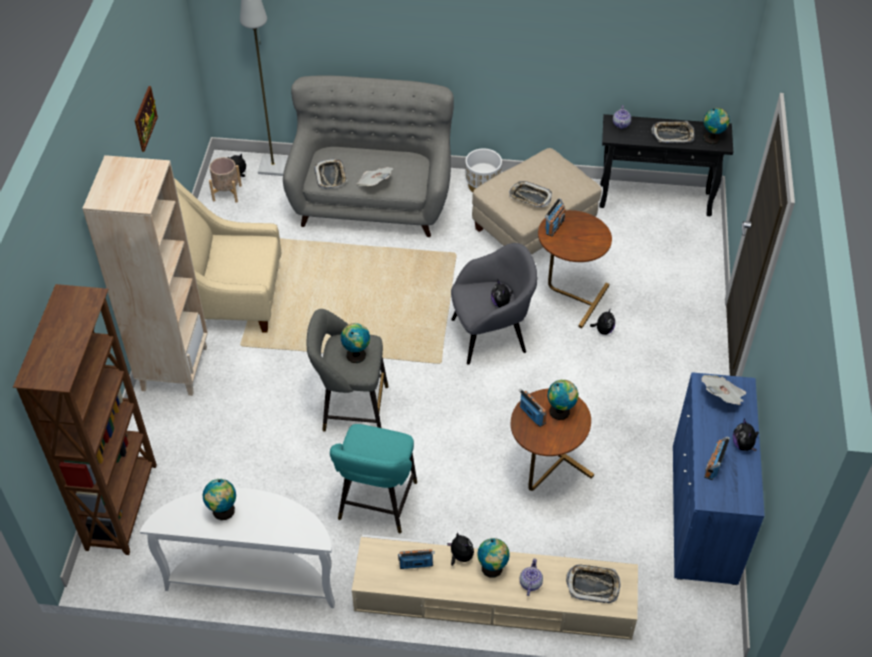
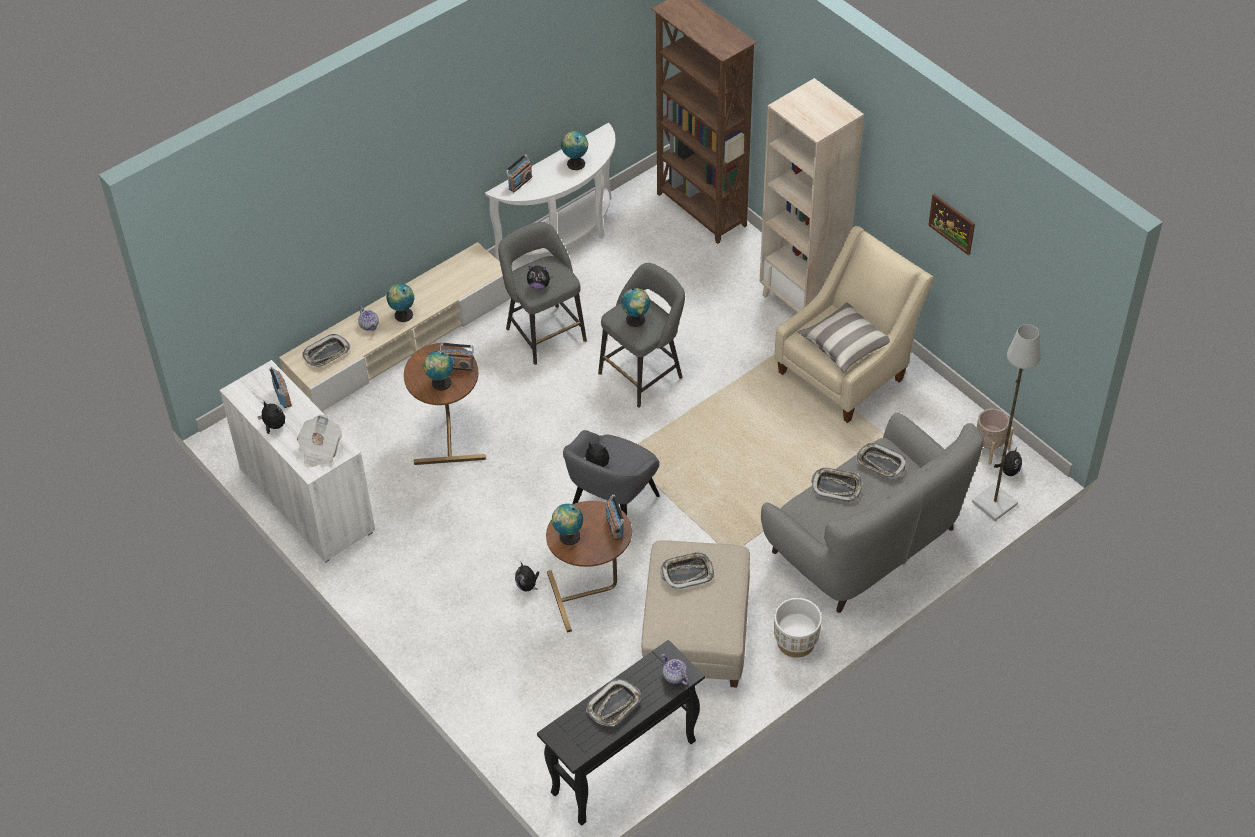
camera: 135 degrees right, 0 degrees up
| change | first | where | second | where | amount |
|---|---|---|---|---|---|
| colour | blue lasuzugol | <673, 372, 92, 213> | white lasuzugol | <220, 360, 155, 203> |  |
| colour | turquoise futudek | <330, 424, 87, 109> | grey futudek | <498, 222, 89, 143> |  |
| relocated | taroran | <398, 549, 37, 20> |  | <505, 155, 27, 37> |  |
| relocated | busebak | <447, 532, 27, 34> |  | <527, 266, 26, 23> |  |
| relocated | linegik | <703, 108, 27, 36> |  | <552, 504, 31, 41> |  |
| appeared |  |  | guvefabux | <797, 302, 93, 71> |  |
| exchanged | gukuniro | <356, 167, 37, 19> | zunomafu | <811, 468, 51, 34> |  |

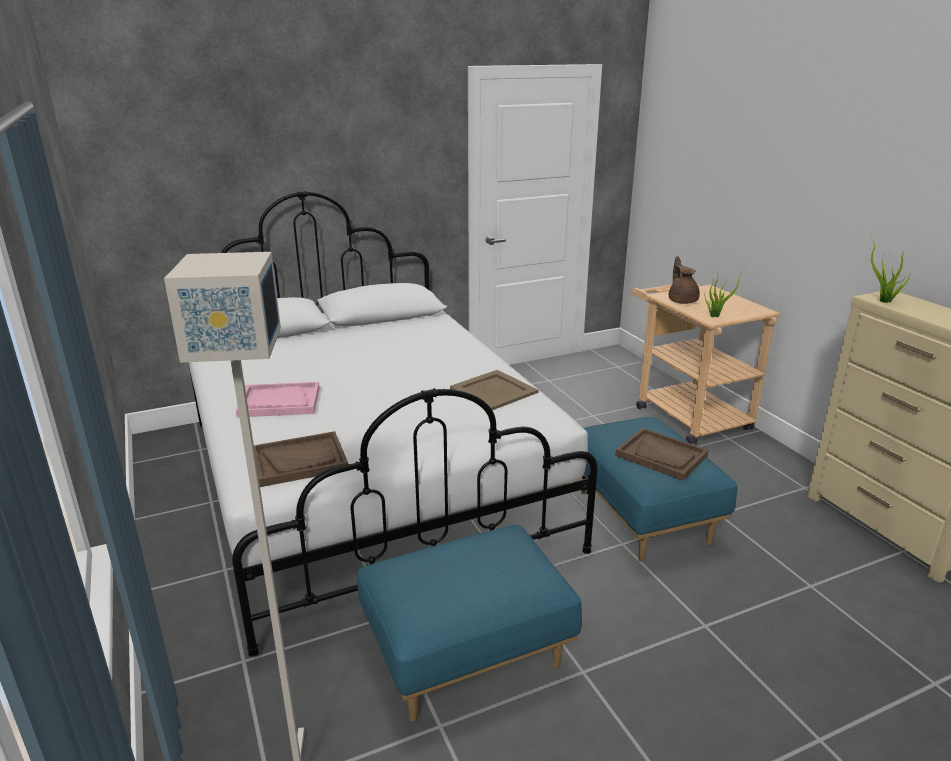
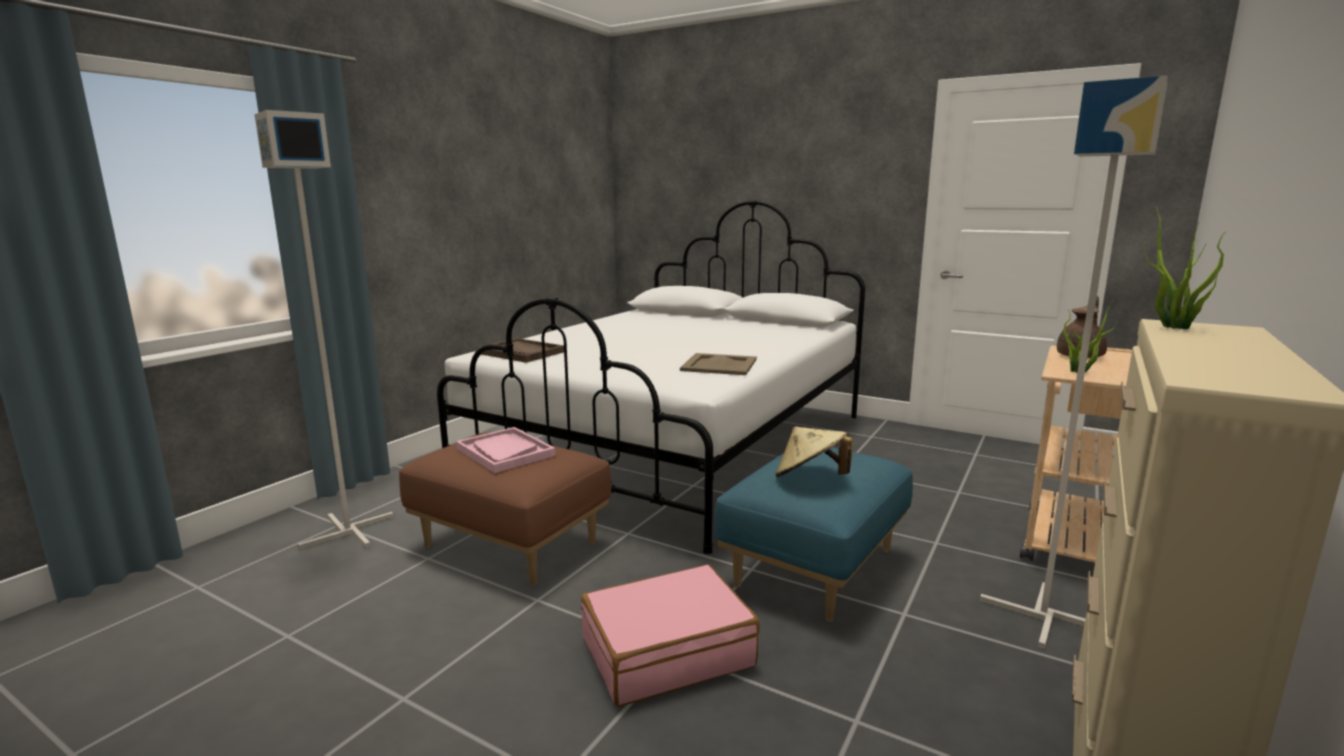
camera: 55 degrees right, 10 degrees down
| change | first | where | second | where | amount |
|---|---|---|---|---|---|
| colour | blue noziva | <357, 525, 225, 196> | brown noziva | <399, 432, 213, 155> |  |
| relocated | pink zunomafu | <236, 382, 84, 35> |  | <456, 427, 100, 46> |  |
| appeared |  |  | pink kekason | <581, 564, 179, 143> |  |
| exchanged | brown zunomafu | <615, 428, 94, 53> | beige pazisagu | <775, 427, 78, 50> |  |
| appeared |  |  | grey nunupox | <980, 75, 188, 574> |  |

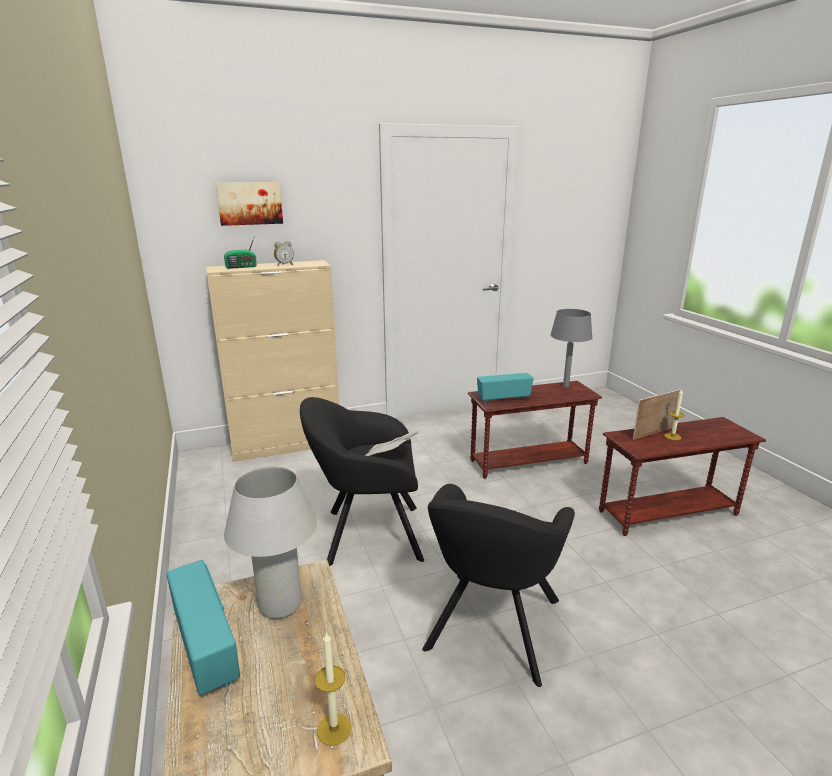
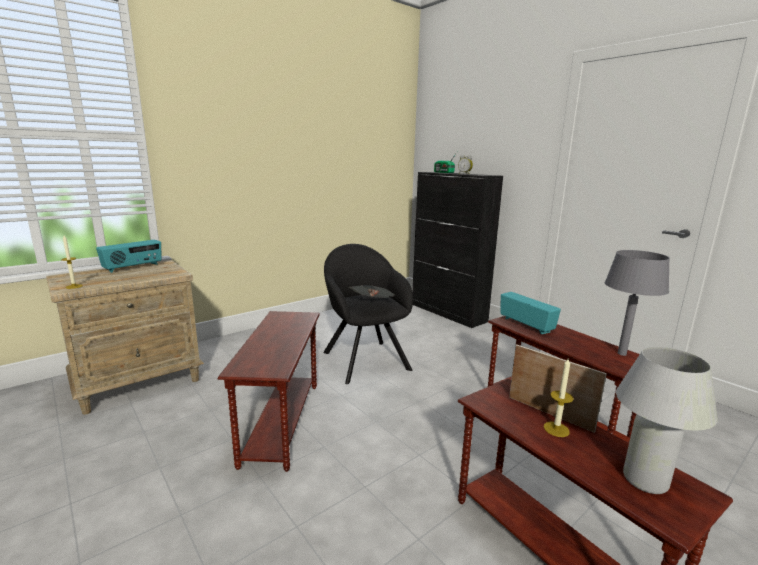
camera: 70 degrees right, 5 degrees down
| change | first | where | second | where | amount |
|---|---|---|---|---|---|
| exchanged | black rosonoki | <423, 484, 152, 203> | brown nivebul | <218, 311, 102, 161> |  |
| colour | beige lasuzugol | <206, 260, 133, 202> | black lasuzugol | <412, 172, 91, 156> |  |
| relocated | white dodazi | <224, 467, 93, 152> |  | <616, 347, 101, 147> |  |
| missing | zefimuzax | <216, 182, 67, 44> |  |  |  |

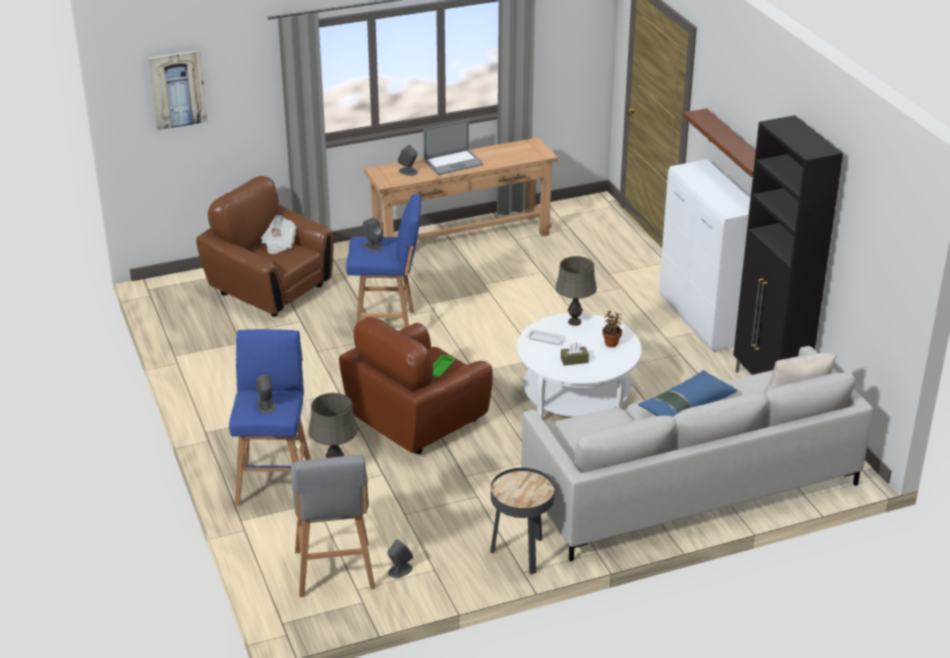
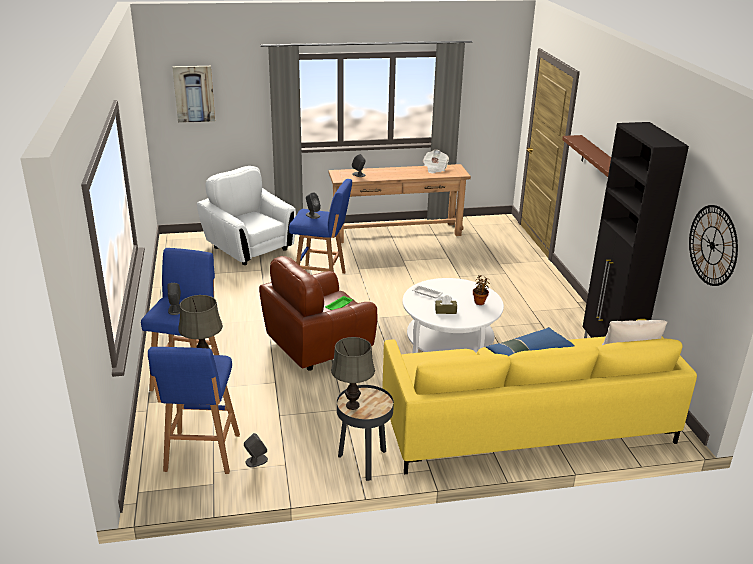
camera: 10 degrees right, 5 degrees down
| change | first | where | second | where | amount |
|---|---|---|---|---|---|
| colour | grey futudek | <291, 455, 84, 142> | blue futudek | <148, 347, 92, 127> |  |
| colour | brown rosonoki | <196, 176, 137, 141> | white rosonoki | <197, 166, 99, 99> |  |
| relocated | grey dodazi | <555, 256, 42, 70> |  | <331, 337, 44, 73> |  |
| colour | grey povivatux | <521, 346, 352, 216> | yellow povivatux | <382, 319, 315, 155> |  |
| relocated | gukuniro | <261, 215, 35, 39> |  | <423, 150, 26, 23> |  |
| appeared |  |  | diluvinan | <689, 205, 49, 81> |  |
| missing | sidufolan | <423, 120, 60, 55> |  |  |  |
| missing | white lasuzugol | <659, 159, 91, 193> |  |  |  |

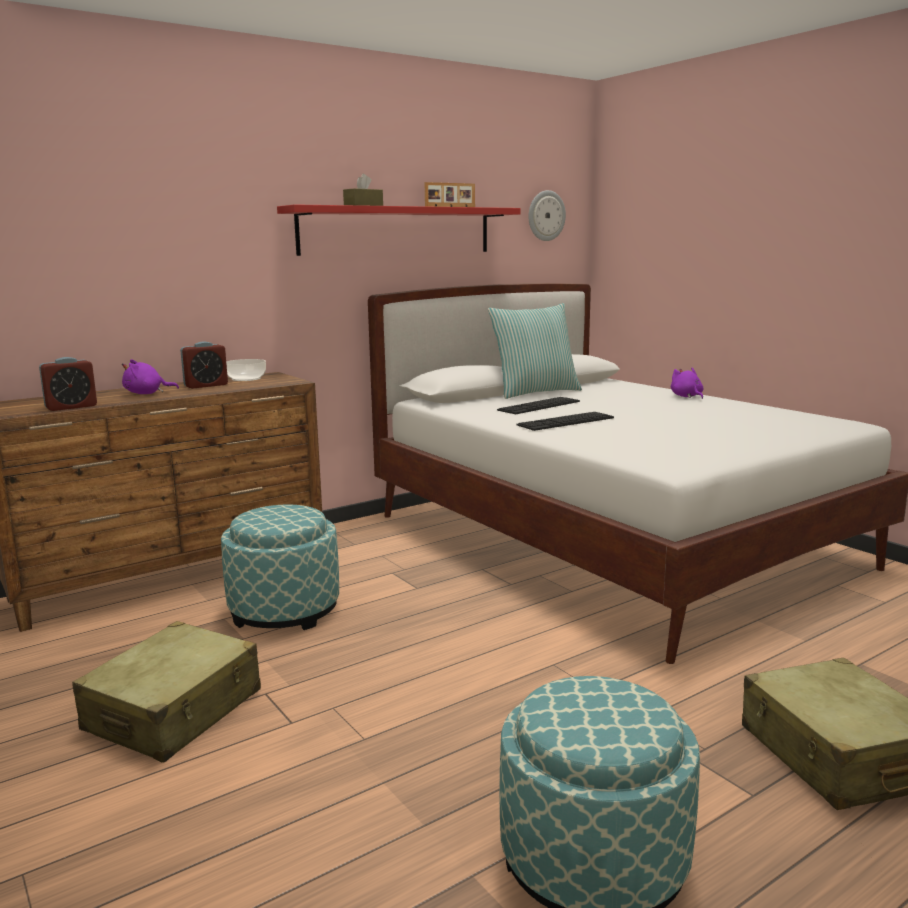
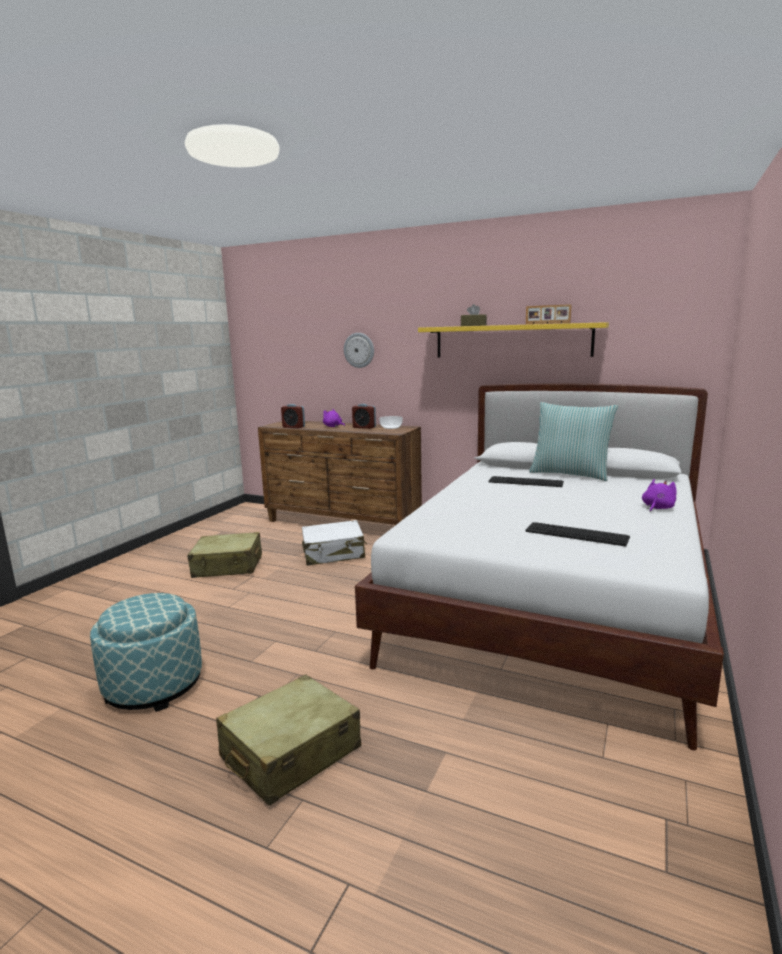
camera: 60 degrees right, 0 degrees up
| change | first | where | second | where | amount |
|---|---|---|---|---|---|
| exchanged | noziva | <221, 505, 118, 125> | white kekason | <302, 520, 65, 46> |  |
| relocated | diluvinan | <528, 190, 38, 51> |  | <344, 333, 30, 35> |  |
| colour | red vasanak | <277, 204, 244, 52> | yellow vasanak | <418, 322, 191, 35> |  |
| relocated | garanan | <516, 412, 98, 19> |  | <525, 522, 105, 24> |  |

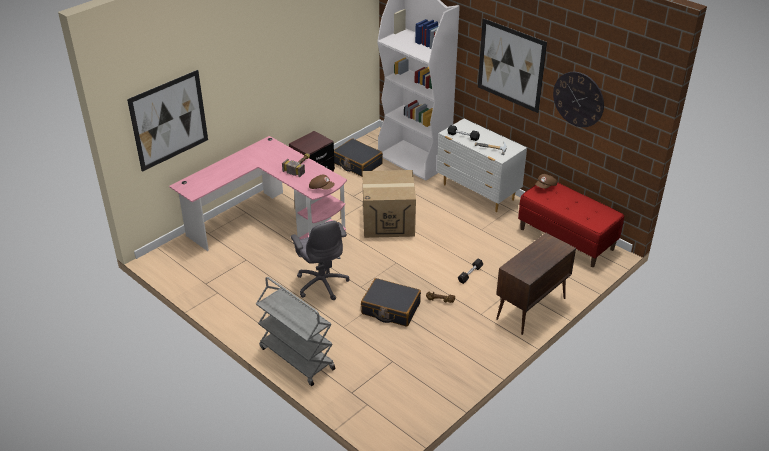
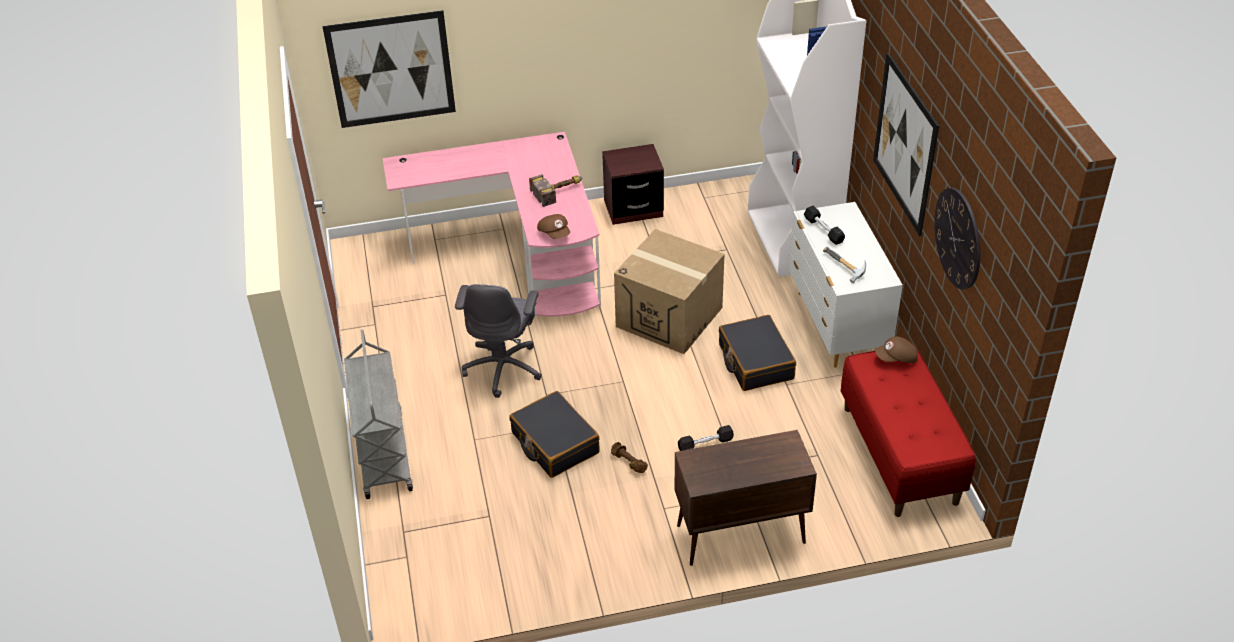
camera: 35 degrees right, 5 degrees up
| change | first | where | second | where | amount |
|---|---|---|---|---|---|
| relocated | black kekason | <334, 139, 49, 38> |  | <719, 315, 77, 76> |  |

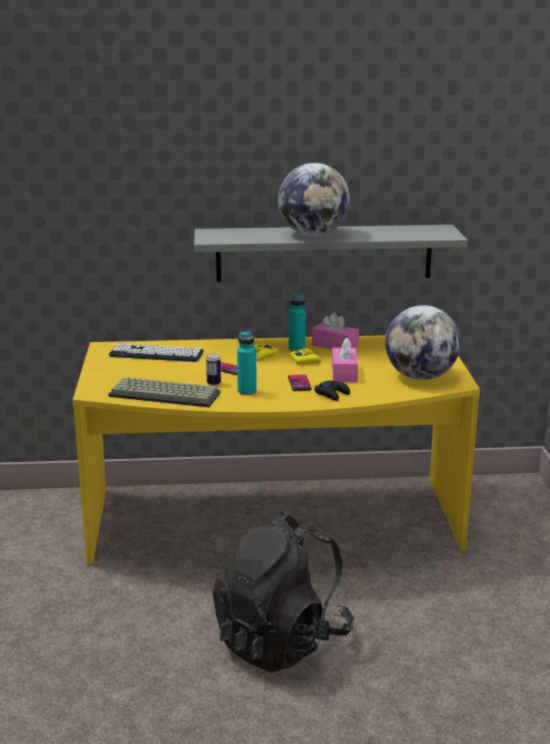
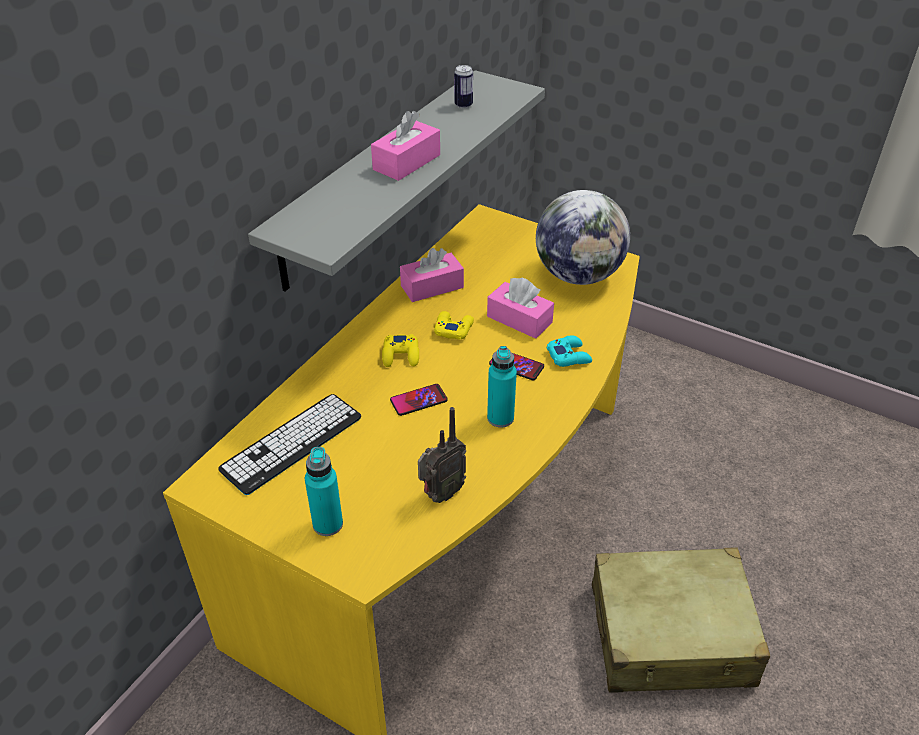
camera: 55 degrees left, 20 degrees up
| change | first | where | second | where | amount |
|---|---|---|---|---|---|
| relocated | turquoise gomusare | <289, 293, 17, 58> |  | <305, 447, 38, 89> |  |
| exchanged | linegik | <278, 163, 72, 73> | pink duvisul | <371, 111, 69, 70> |  |
| exchanged | garanan | <108, 377, 113, 30> | taroran | <418, 407, 48, 96> |  |
| relocated | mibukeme | <206, 354, 15, 32> |  | <454, 65, 19, 43> |  |
| colour | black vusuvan | <314, 380, 36, 21> | turquoise vusuvan | <547, 335, 45, 32> |  |
| exchanged | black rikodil | <213, 511, 141, 162> | beige kekason | <592, 547, 178, 146> |  |

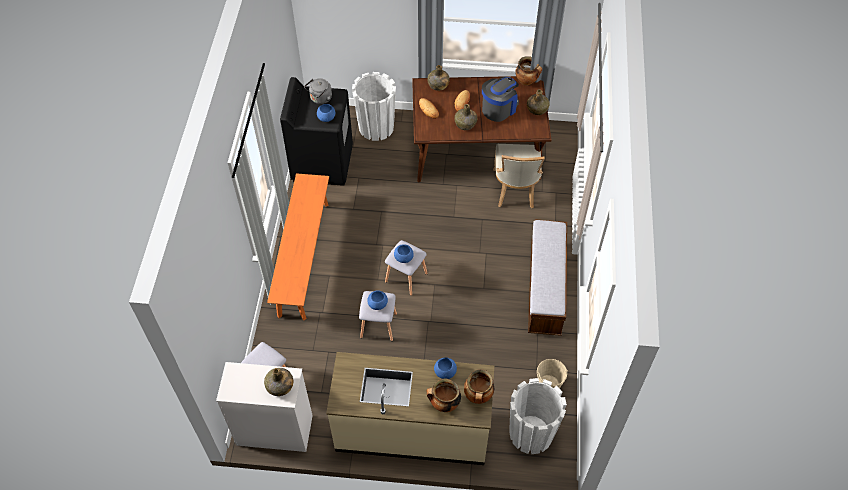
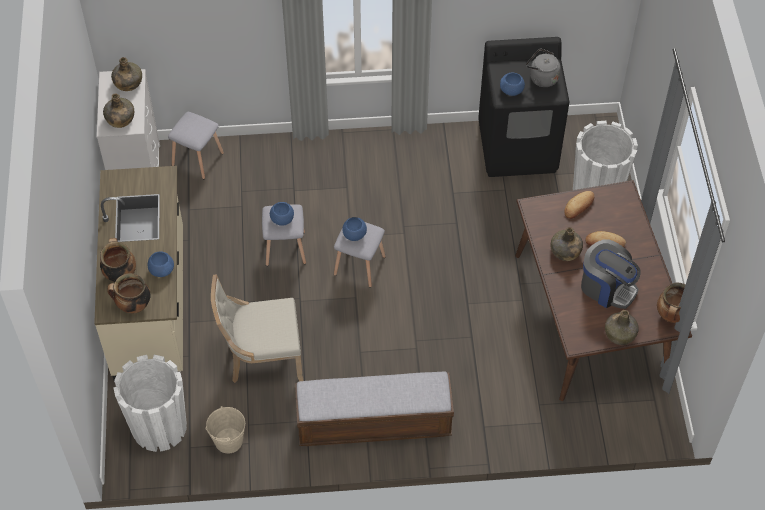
camera: 80 degrees right, 0 degrees up
| change | first | where | second | where | amount |
|---|---|---|---|---|---|
| relocated | green gomusare | <427, 65, 23, 26> |  | <111, 57, 31, 34> |  |
| relocated | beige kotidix | <493, 144, 52, 64> |  | <211, 274, 93, 109> |  |
| missing | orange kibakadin | <267, 173, 62, 147> |  |  |  |

